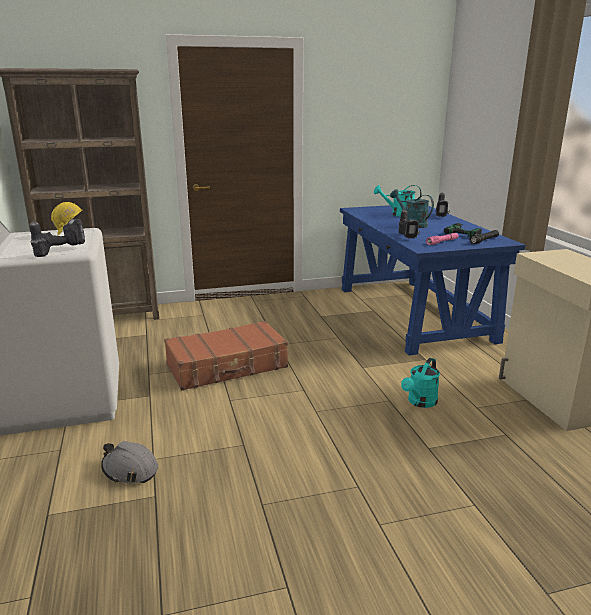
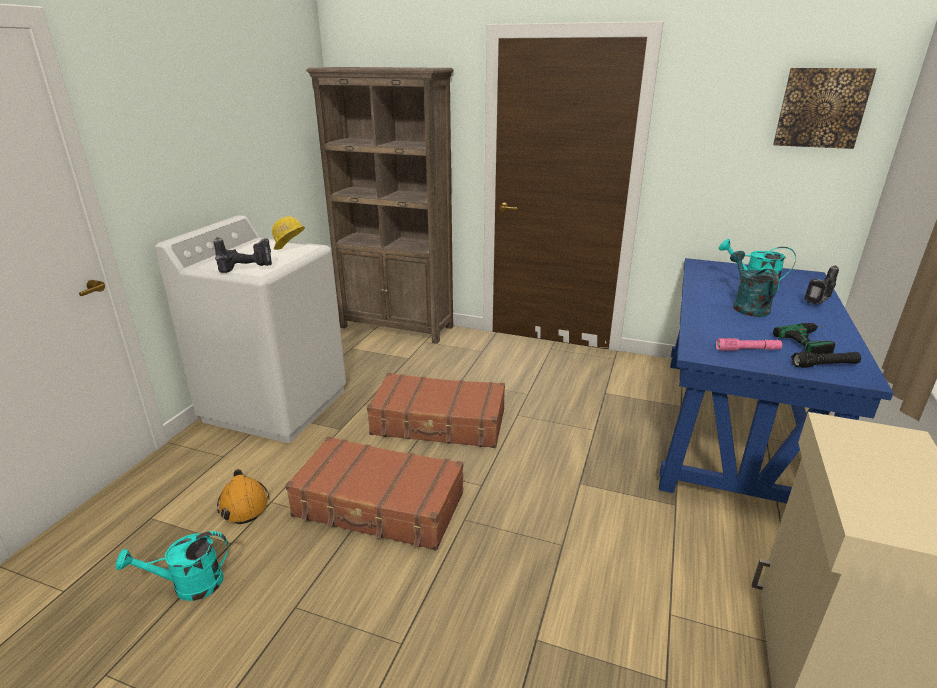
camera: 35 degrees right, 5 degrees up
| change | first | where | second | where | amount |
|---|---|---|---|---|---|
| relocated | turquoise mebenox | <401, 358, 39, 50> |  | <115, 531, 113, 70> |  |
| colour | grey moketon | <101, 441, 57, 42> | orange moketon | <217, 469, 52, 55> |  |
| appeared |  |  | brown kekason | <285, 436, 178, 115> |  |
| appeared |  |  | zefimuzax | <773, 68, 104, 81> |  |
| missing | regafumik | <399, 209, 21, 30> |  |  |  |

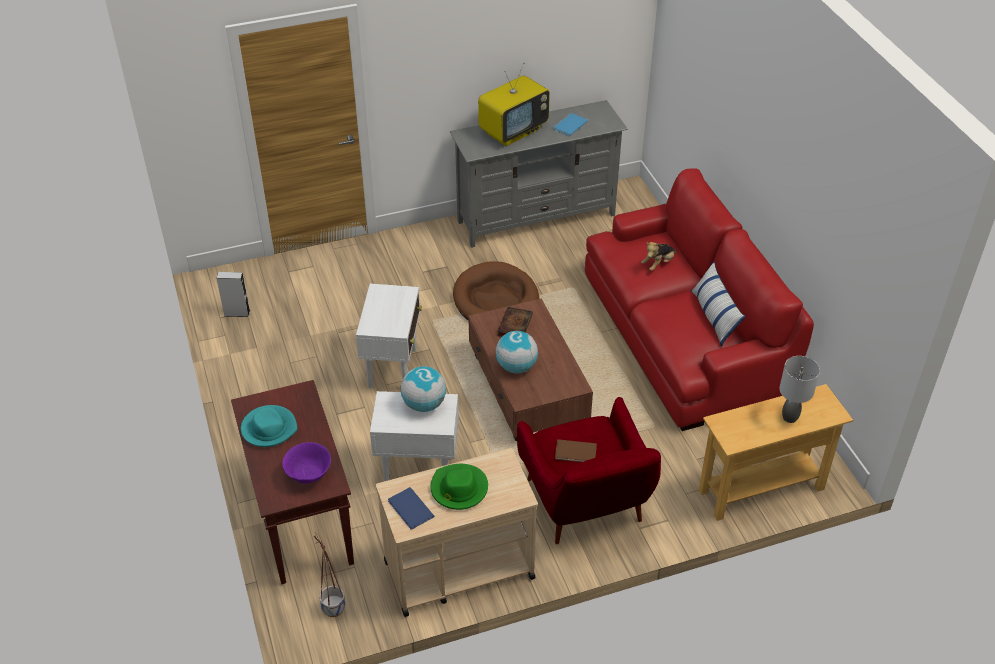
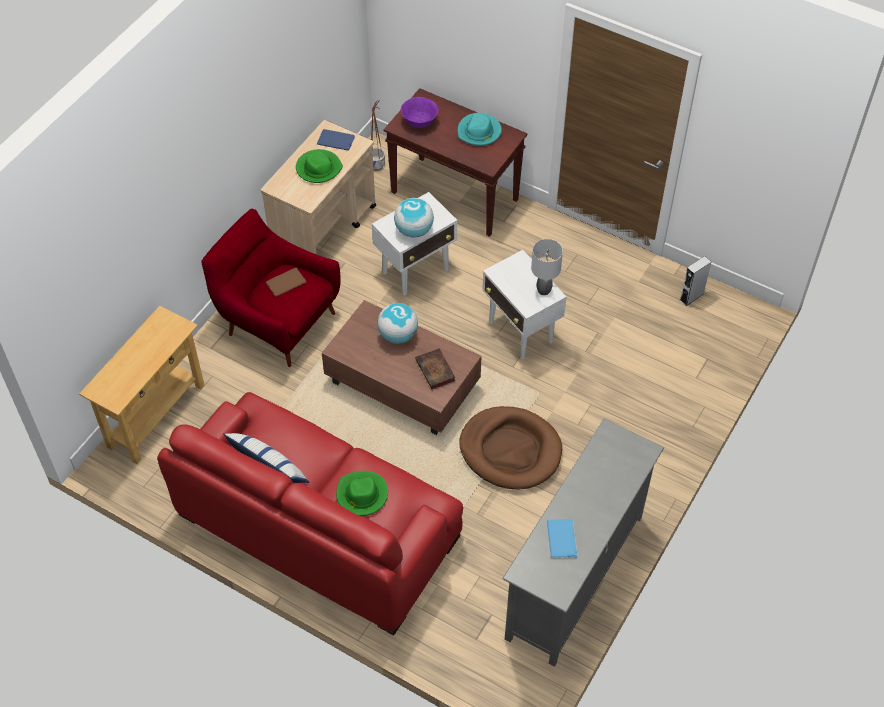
camera: 140 degrees right, 10 degrees up
| change | first | where | second | where | amount |
|---|---|---|---|---|---|
| exchanged | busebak | <641, 242, 35, 29> | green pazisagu | <336, 471, 52, 45> |  |
| relocated | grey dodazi | <779, 356, 41, 67> |  | <531, 239, 32, 56> |  |
| missing | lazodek | <478, 63, 72, 83> |  |  |  |

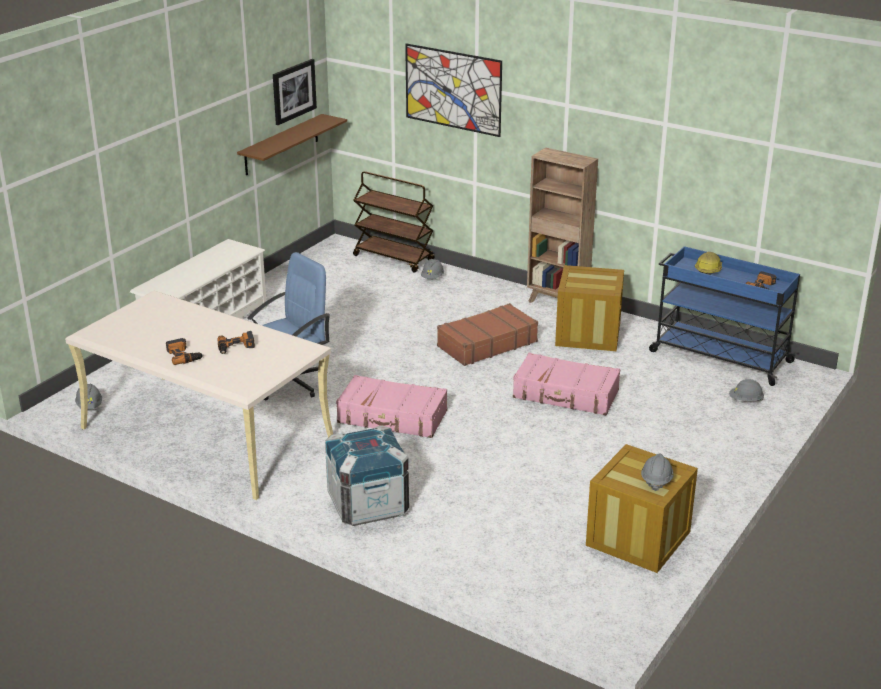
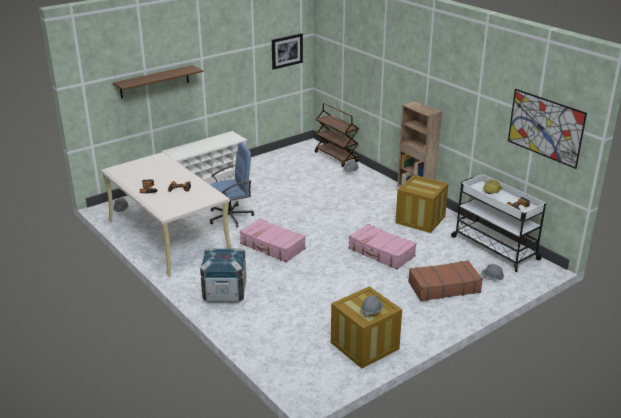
camera: 20 degrees right, 0 degrees up
| change | first | where | second | where | amount |
|---|---|---|---|---|---|
| relocated | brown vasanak | <237, 114, 110, 61> |  | <113, 65, 91, 34> |  |
| relocated | brown kekason | <437, 303, 101, 63> |  | <408, 260, 75, 41> |  |
| colour | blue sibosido | <649, 246, 151, 140> | white sibosido | <451, 174, 95, 98> |  |
| relocated | zefimuzax | <405, 43, 97, 94> |  | <508, 89, 79, 80> |  |

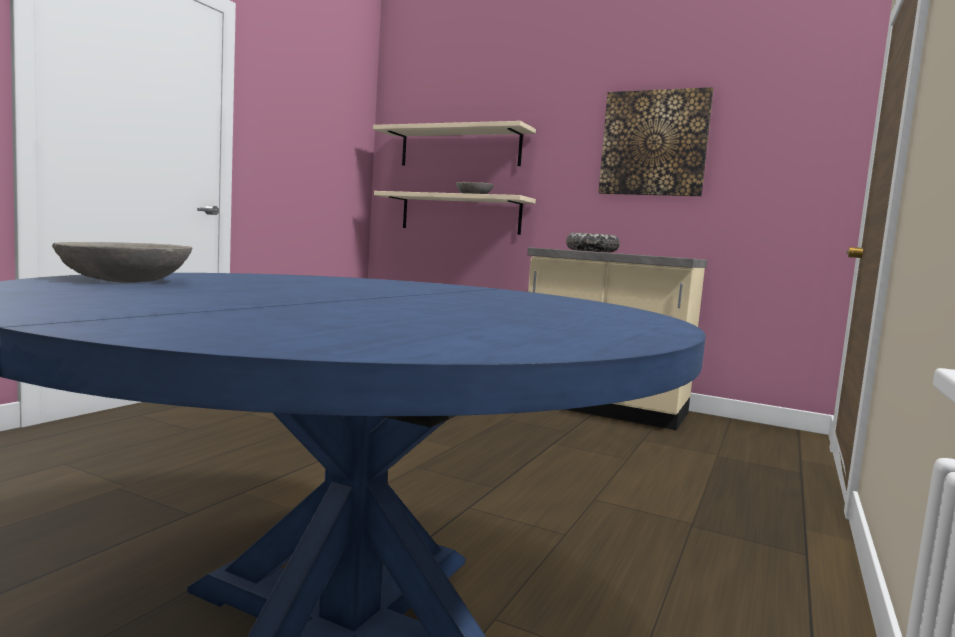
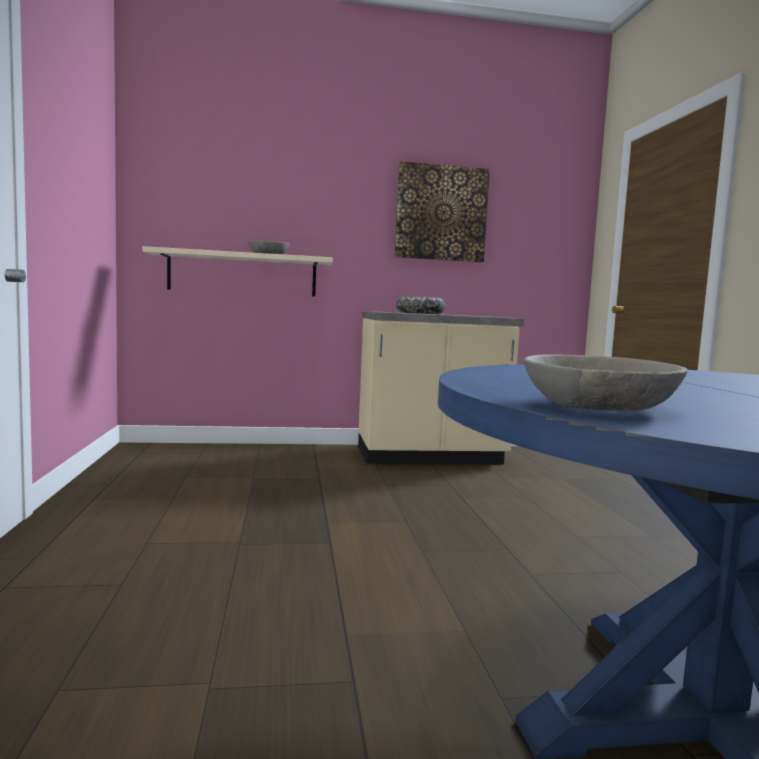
camera: 35 degrees left, 0 degrees up
| change | first | where | second | where | amount |
|---|---|---|---|---|---|
| missing | beige vasanak | <373, 121, 163, 45> |  |  |  |

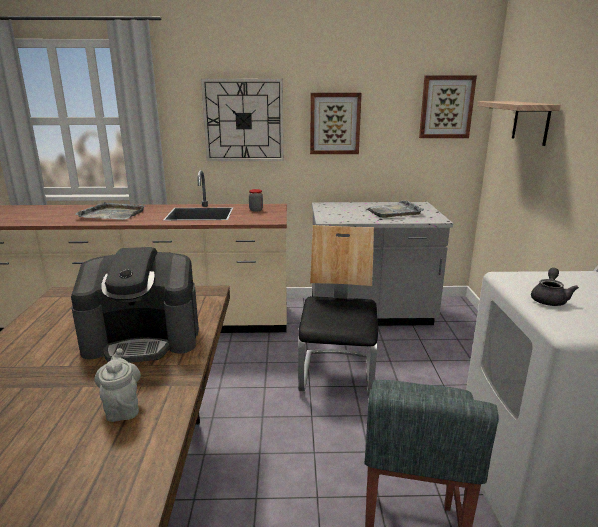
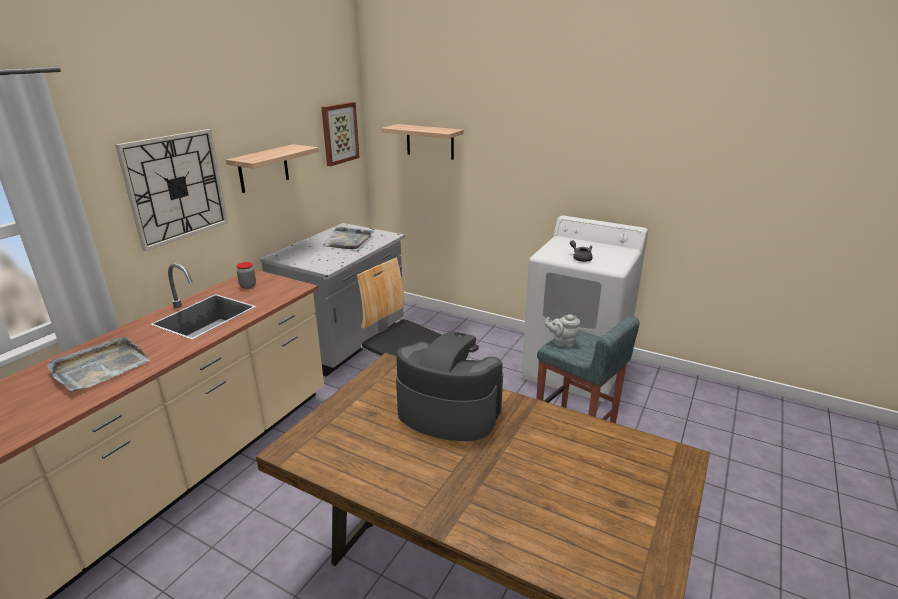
camera: 60 degrees left, 5 degrees up
| change | first | where | second | where | amount |
|---|---|---|---|---|---|
| exchanged | zefimuzax | <310, 93, 52, 61> | vasanak | <226, 144, 93, 49> |  |
| spun | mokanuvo | <71, 247, 128, 116> |  | <396, 331, 107, 110> | 90 degrees counterclockwise |
| relocated | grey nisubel | <94, 348, 47, 74> |  | <545, 314, 35, 33> |  |

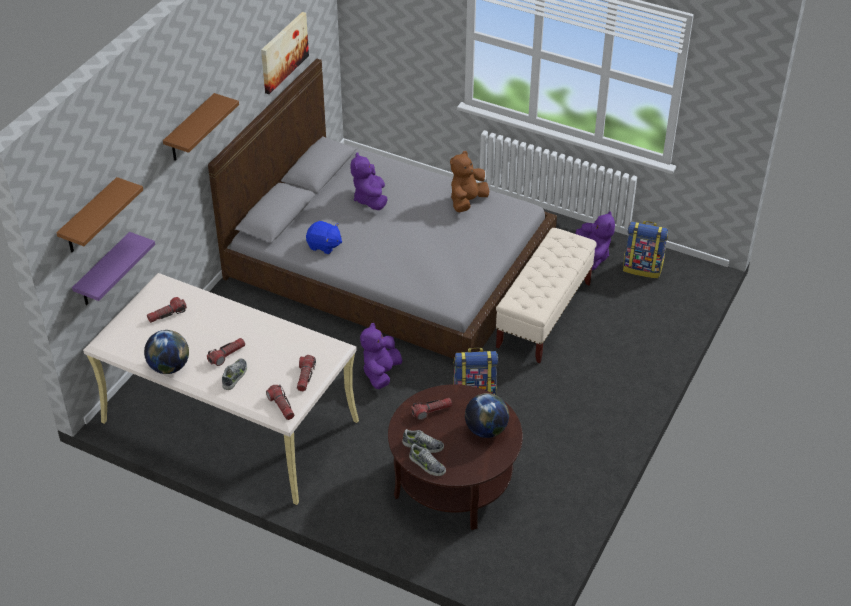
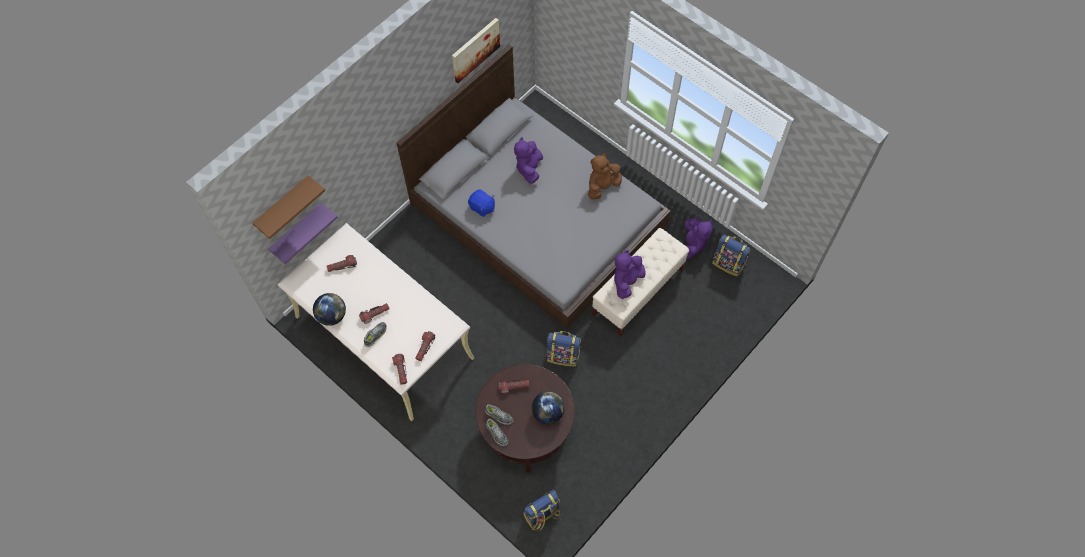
camera: 15 degrees right, 20 degrees up
| change | first | where | second | where | amount |
|---|---|---|---|---|---|
| appeared |  |  | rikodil | <524, 490, 36, 41> |  |
| relocated | purple busebak | <360, 323, 42, 66> |  | <614, 250, 31, 49> |  |
| missing | brown vasanak | <163, 93, 76, 68> |  |  |  |

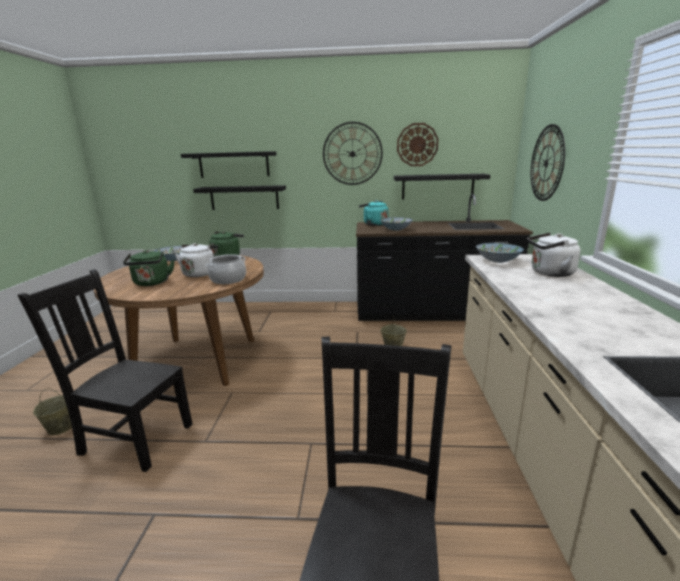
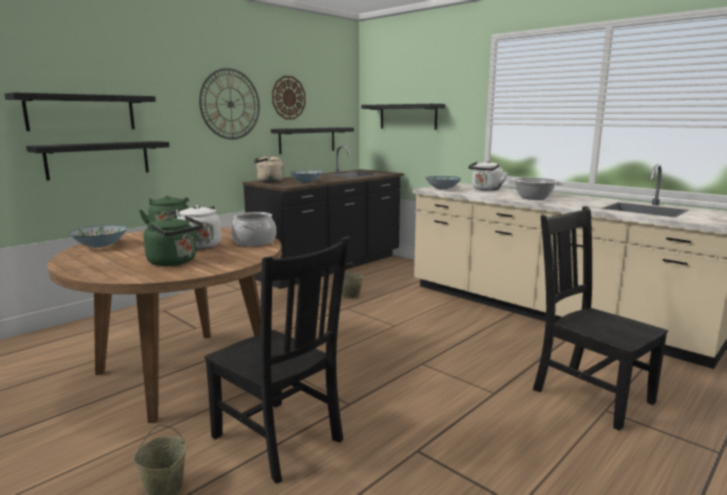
camera: 50 degrees left, 5 degrees down
| change | first | where | second | where | amount |
|---|---|---|---|---|---|
| spun | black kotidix | <18, 269, 175, 203> |  | <205, 236, 145, 248> | 105 degrees counterclockwise |
| colour | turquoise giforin | <359, 200, 29, 26> | beige giforin | <254, 155, 30, 27> |  |
| exchanged | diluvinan | <531, 124, 34, 77> | black vasanak | <361, 104, 84, 26> |  |
| appeared |  |  | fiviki | <507, 177, 57, 23> |  |

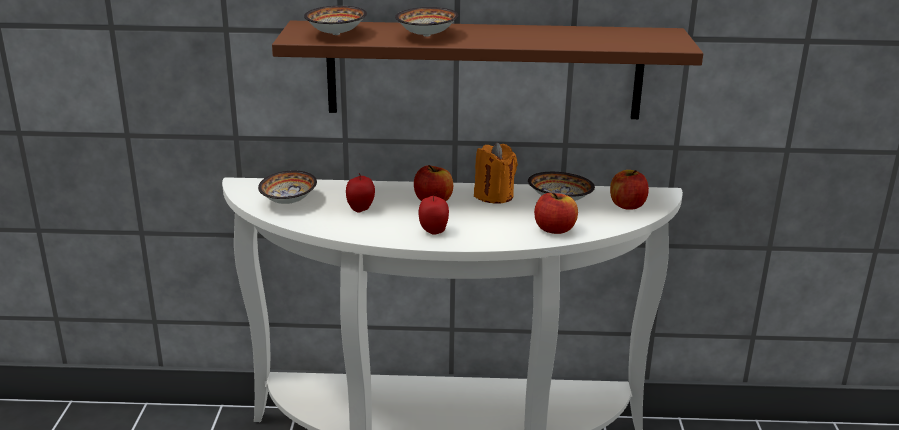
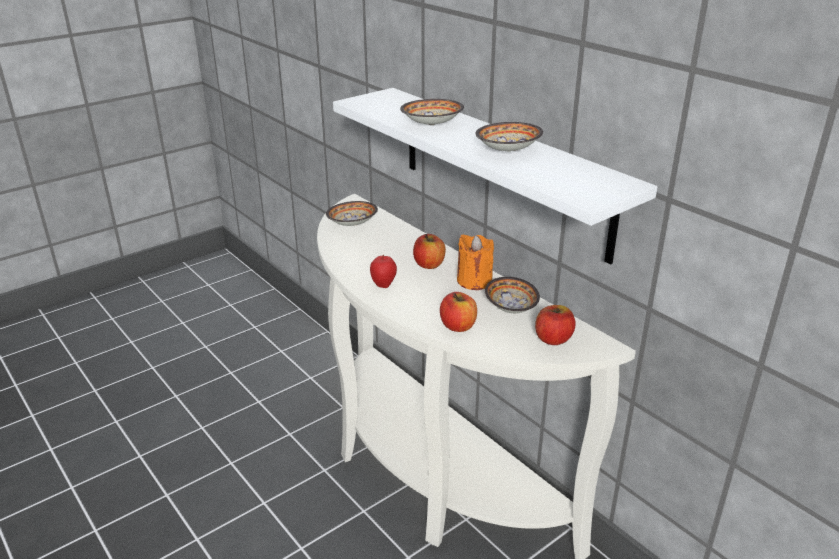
camera: 50 degrees right, 5 degrees up
| change | first | where | second | where | amount |
|---|---|---|---|---|---|
| colour | brown vasanak | <272, 21, 431, 98> | white vasanak | <333, 88, 324, 177> |  |
| relocated | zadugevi | <304, 6, 63, 29> |  | <476, 122, 67, 30> |  |
| missing | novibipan | <346, 173, 29, 40> |  |  |  |

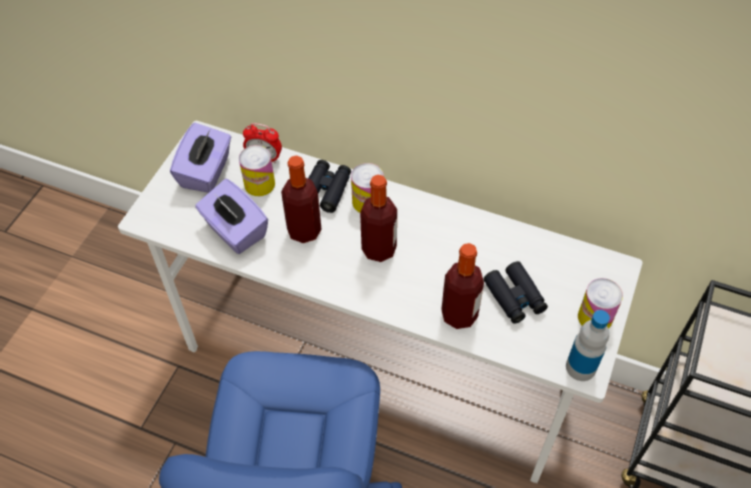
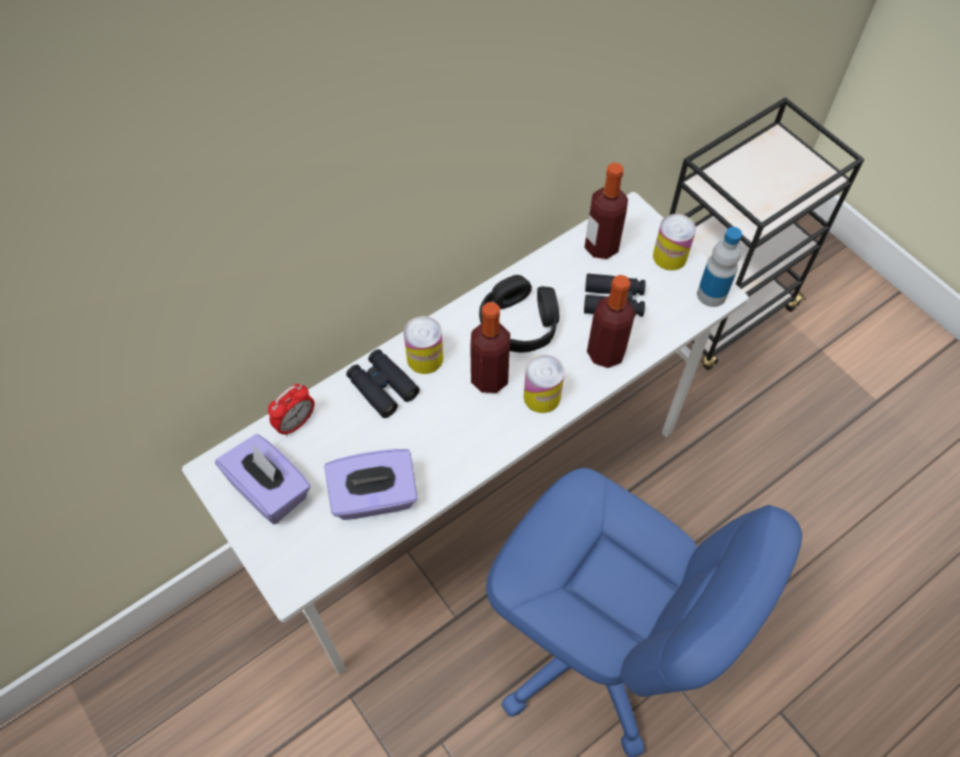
camera: 60 degrees left, 5 degrees up
| change | first | where | second | where | amount |
|---|---|---|---|---|---|
| appeared |  |  | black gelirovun | <479, 275, 80, 77> |  |
| relocated | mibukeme | <239, 145, 36, 51> |  | <524, 355, 41, 58> |  |
| relocated | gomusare | <281, 155, 41, 88> |  | <585, 163, 43, 96> |  |

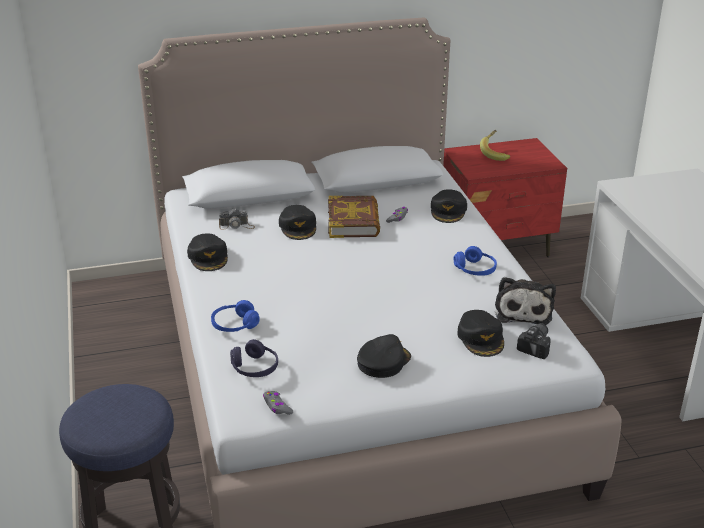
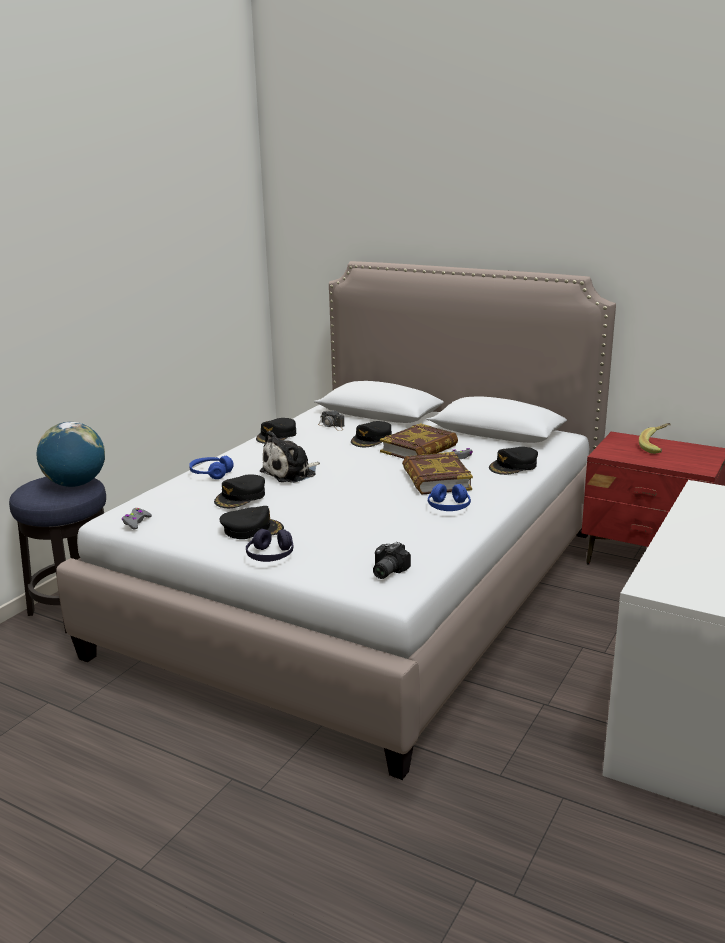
camera: 45 degrees right, 10 degrees down
| change | first | where | second | where | amount |
|---|---|---|---|---|---|
| appeared |  |  | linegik | <37, 422, 68, 65> |  |
| relocated | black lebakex | <457, 310, 47, 47> |  | <214, 474, 51, 34> |  |
| relocated | purple gelirovun | <230, 339, 48, 38> |  | <246, 529, 47, 33> |  |
| relocated | busebak | <495, 277, 61, 48> |  | <260, 431, 60, 52> |  |
| spun | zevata | <517, 323, 34, 36> |  | <373, 542, 38, 37> | 135 degrees clockwise |
| appeared |  |  | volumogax | <402, 452, 71, 43> |  |

